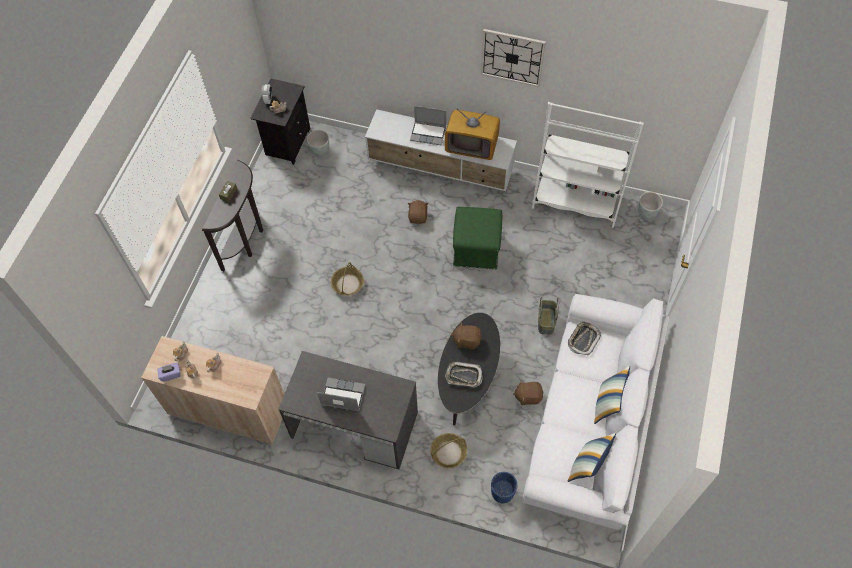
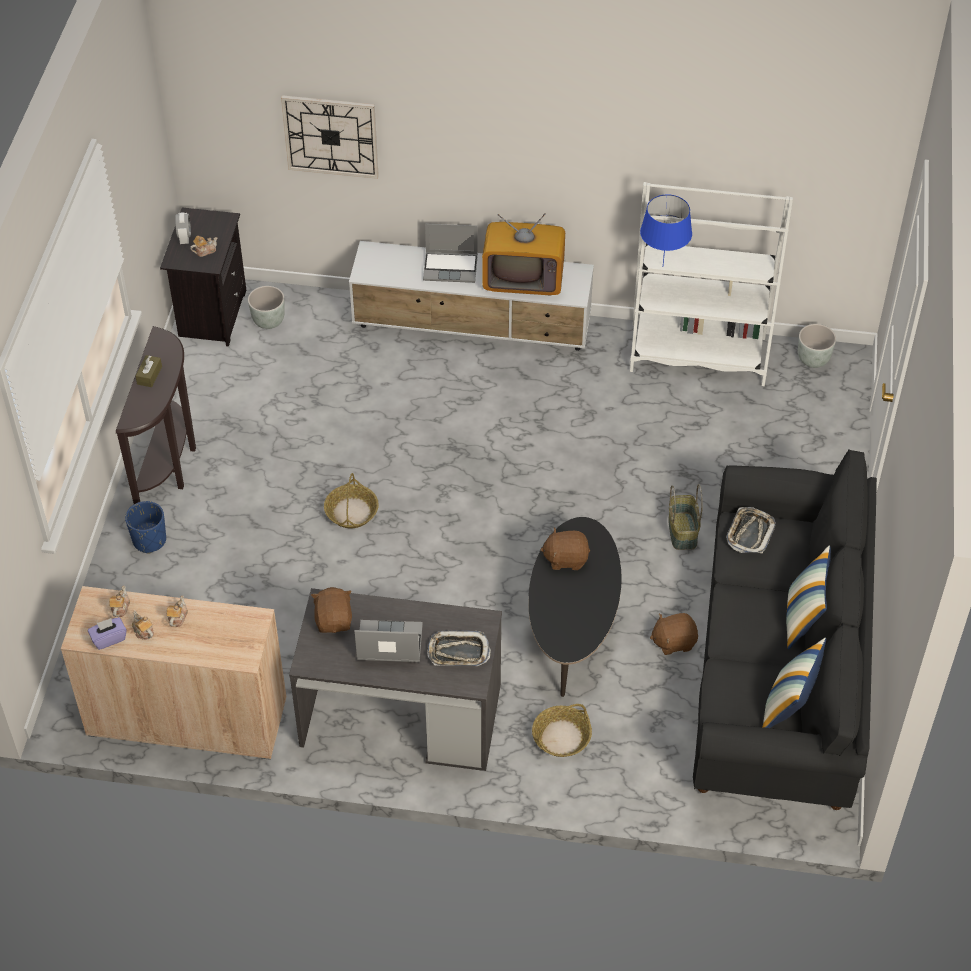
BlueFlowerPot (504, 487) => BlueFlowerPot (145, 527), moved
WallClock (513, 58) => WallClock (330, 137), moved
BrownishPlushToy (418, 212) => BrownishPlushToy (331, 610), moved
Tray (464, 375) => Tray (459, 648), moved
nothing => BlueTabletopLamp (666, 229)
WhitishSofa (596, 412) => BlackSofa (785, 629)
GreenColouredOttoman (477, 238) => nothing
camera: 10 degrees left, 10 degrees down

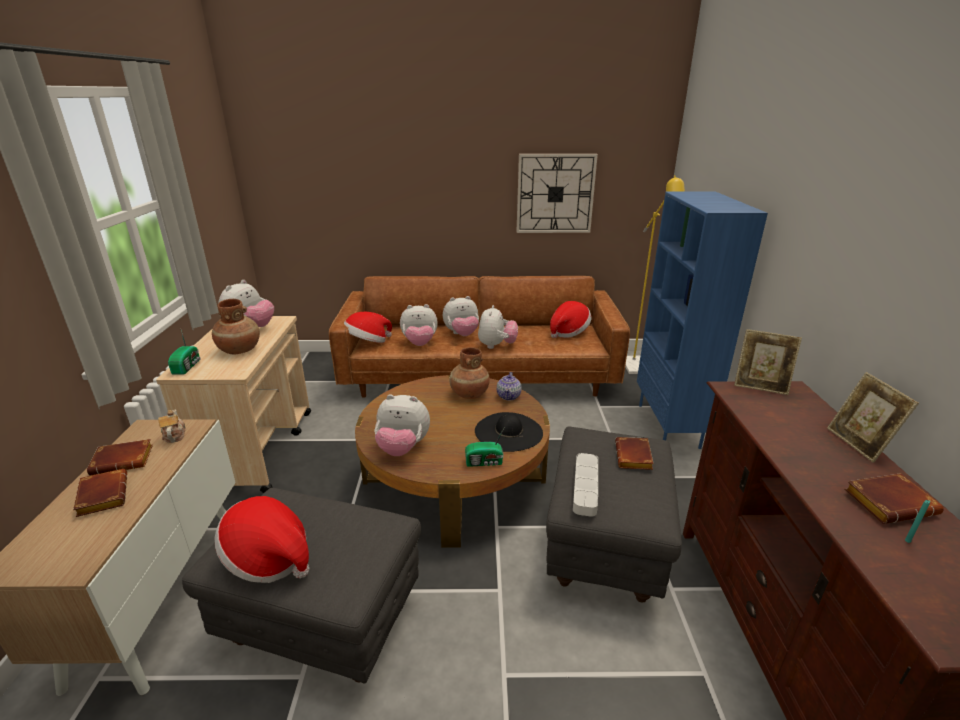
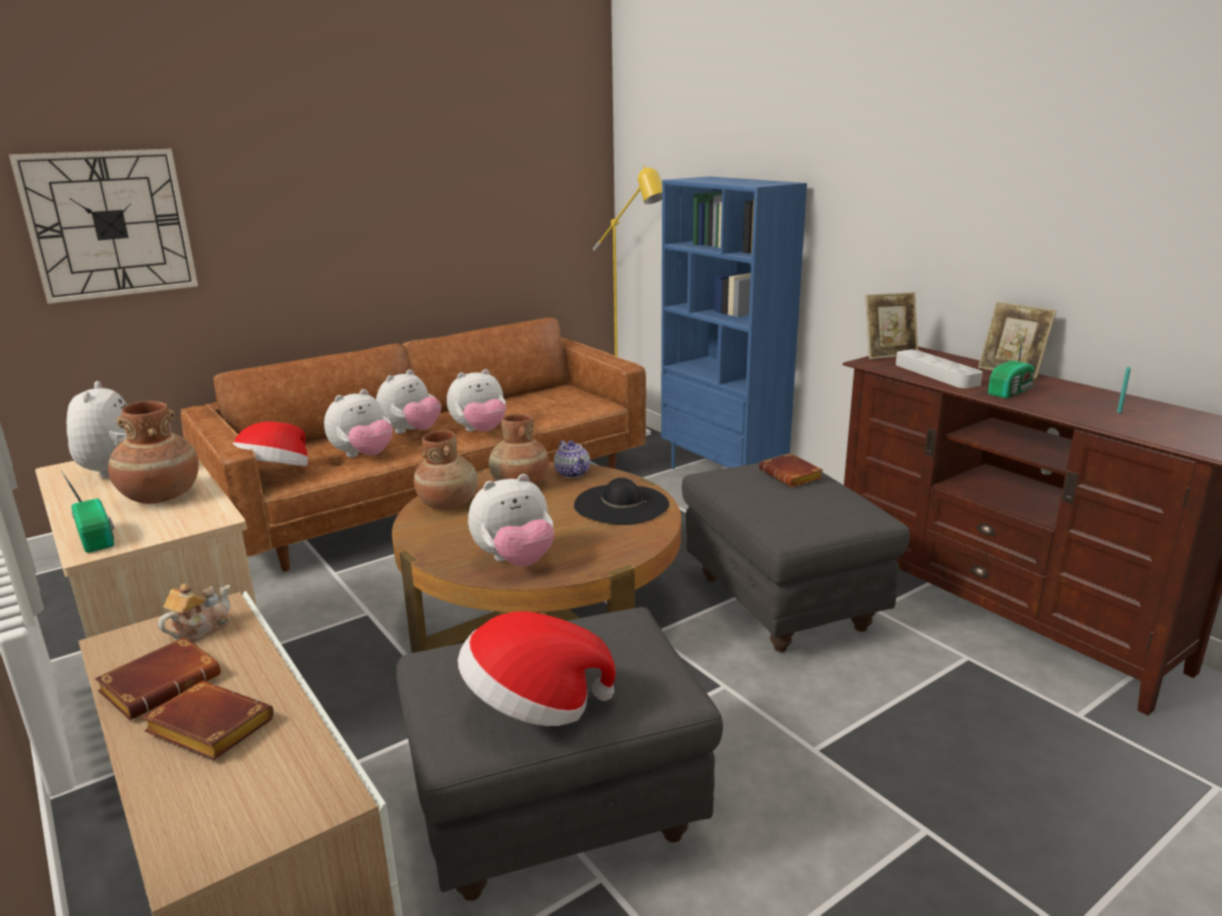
WallClock (557, 193) => WallClock (103, 226), moved
Teapot (172, 426) => Teapot (194, 613), 90 degrees clockwise
nothing => BrownishFlowerVase (445, 470)
PlushToy (498, 327) => PlushToy (476, 400), 90 degrees clockwise
GreyishTray (585, 485) => GreyishTray (939, 369), moved
RadioSet (484, 447) => RadioSet (1011, 366), moved
Hat (570, 319) => nothing
BrownishVolume (894, 498) => nothing
camera: 35 degrees left, 5 degrees down

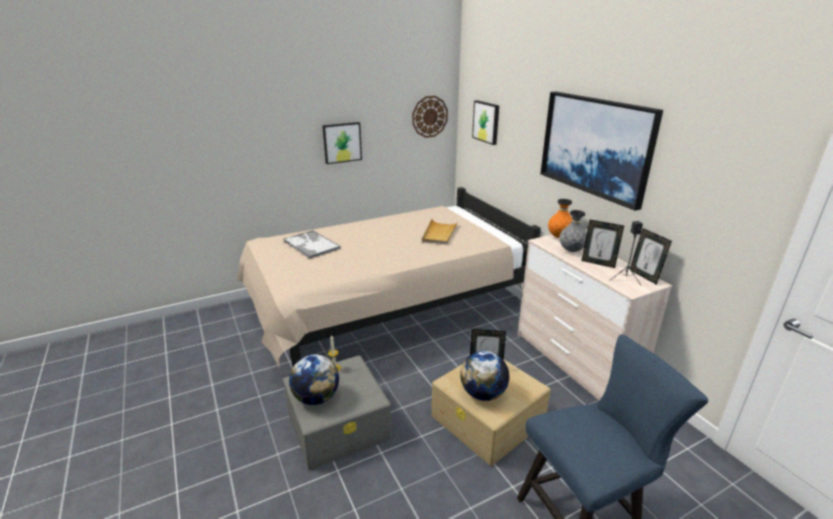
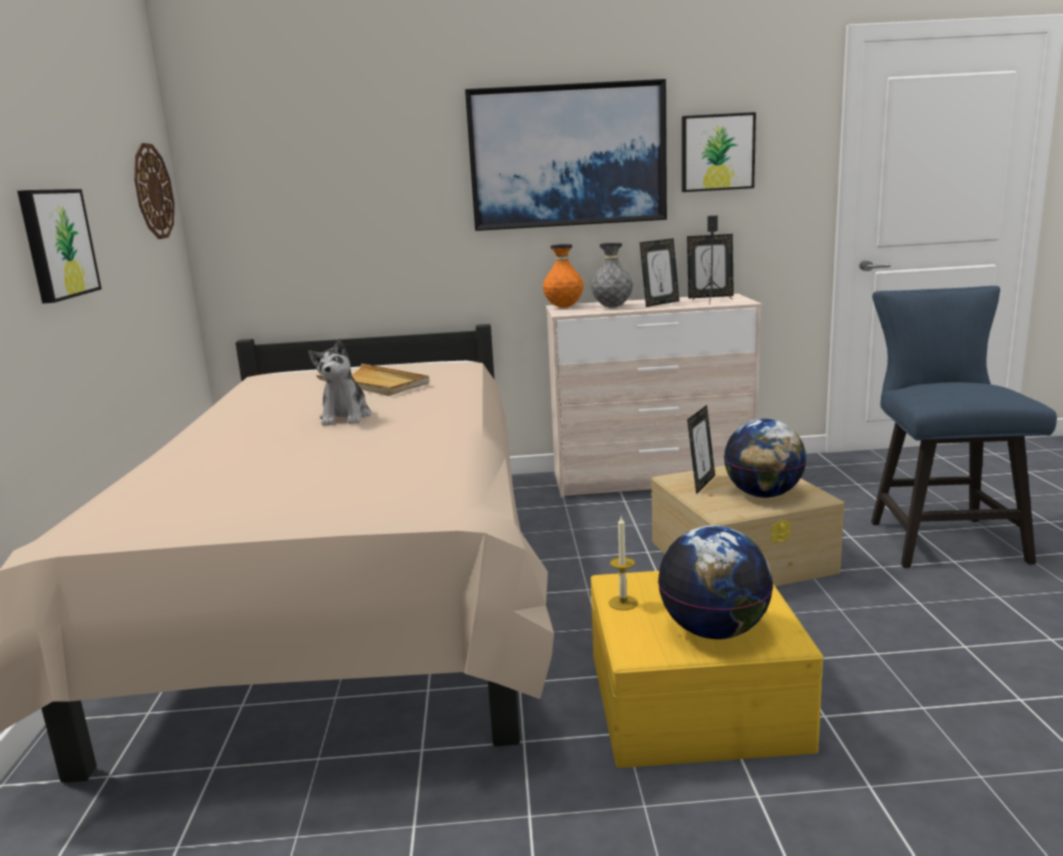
nothing => PlushToy (339, 382)
GreyishStorageBox (337, 412) => YellowColouredStorageBox (706, 669)
Picture (485, 122) => Picture (719, 152), moved
Tray (312, 244) => nothing
camera: 65 degrees left, 10 degrees down

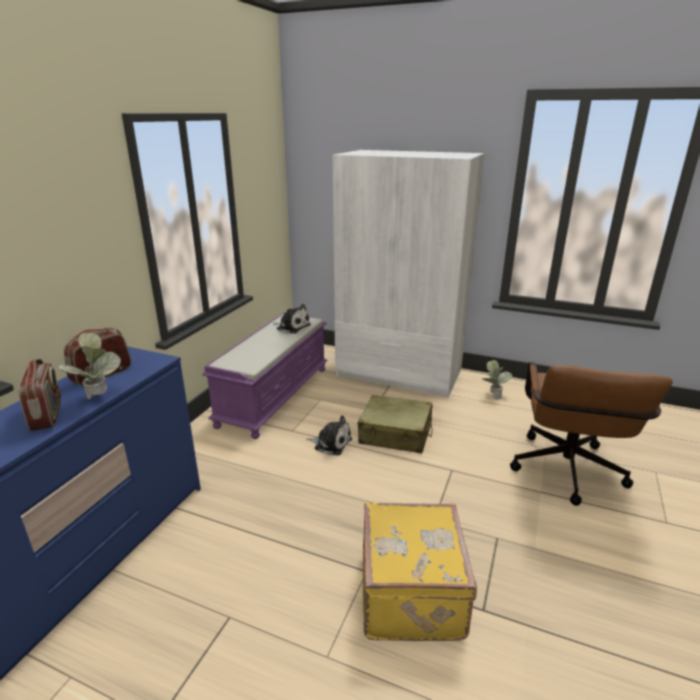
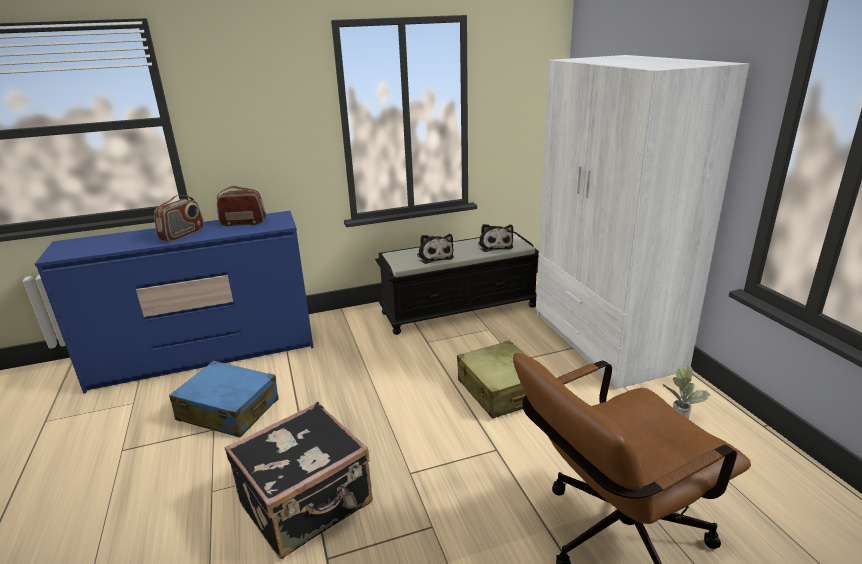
nothing => BluePieceOfLuggage (223, 399)
YellowColouredPieceOfLuggage (420, 571) => BlackPieceOfLuggage (298, 480)
PurplishIndoorBench (265, 375) => BlackIndoorBench (457, 283)
PlushToy (329, 435) => PlushToy (435, 249), moved
PlantInAPot (89, 366) => nothing
camera: 50 degrees right, 0 degrees up

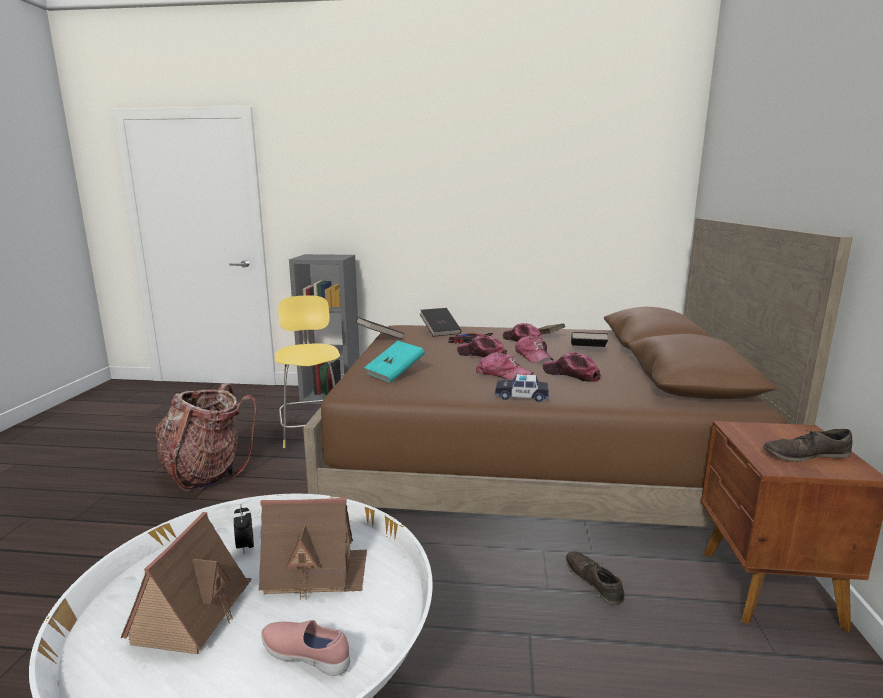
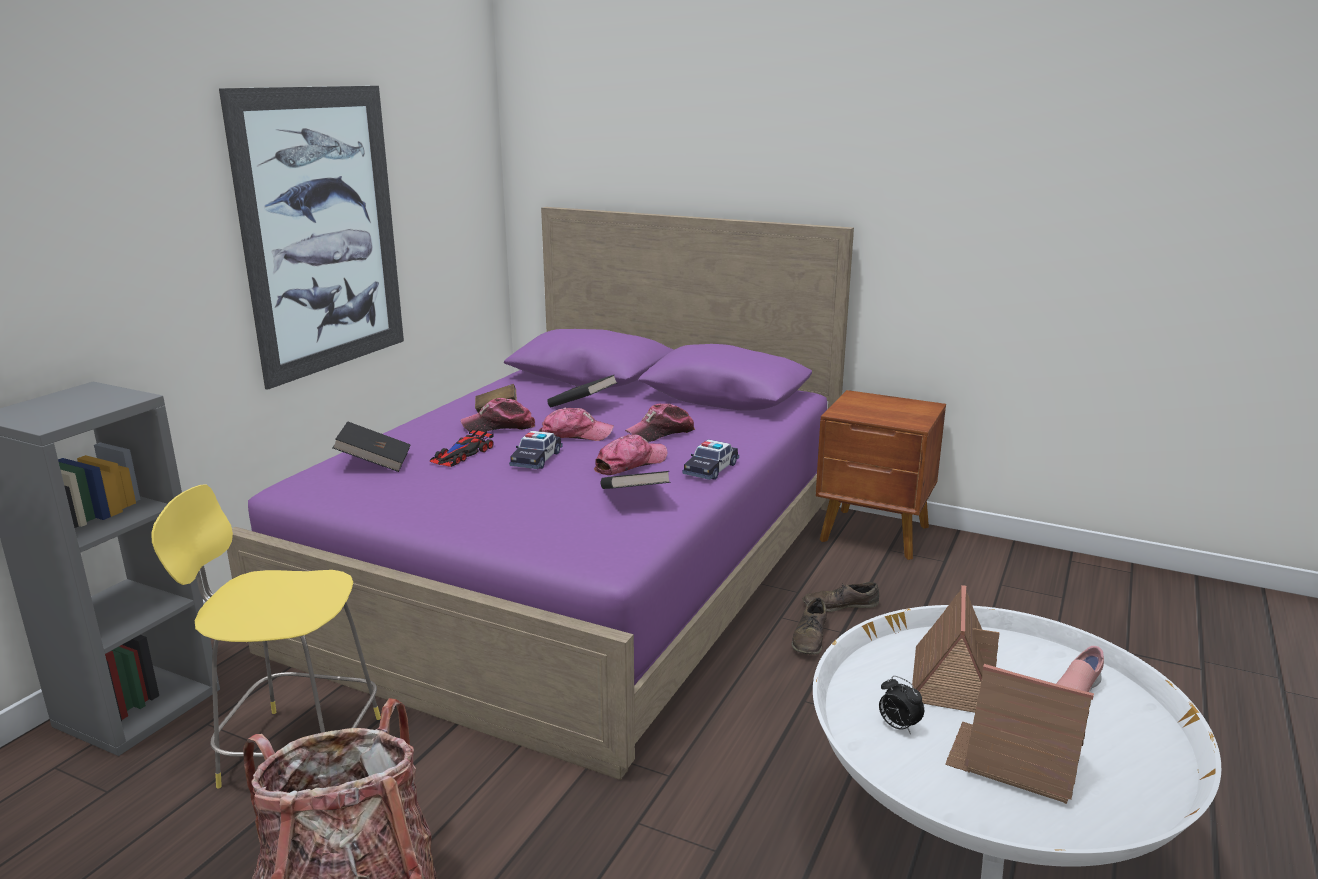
nothing => Picture (311, 238)
BrownishBed (578, 373) => PurplishBed (540, 493)
Cap (482, 346) => ToyCar (536, 450)
BlackVolume (380, 328) => BlackVolume (635, 480), moved
BrownishLowShoe (807, 445) => BrownishLowShoe (809, 626), moved
TableClock (244, 528) => TableClock (901, 705), 45 degrees clockwise
BlueGreenVolume (394, 362) => nothing
camera: 70 degrees left, 5 degrees up

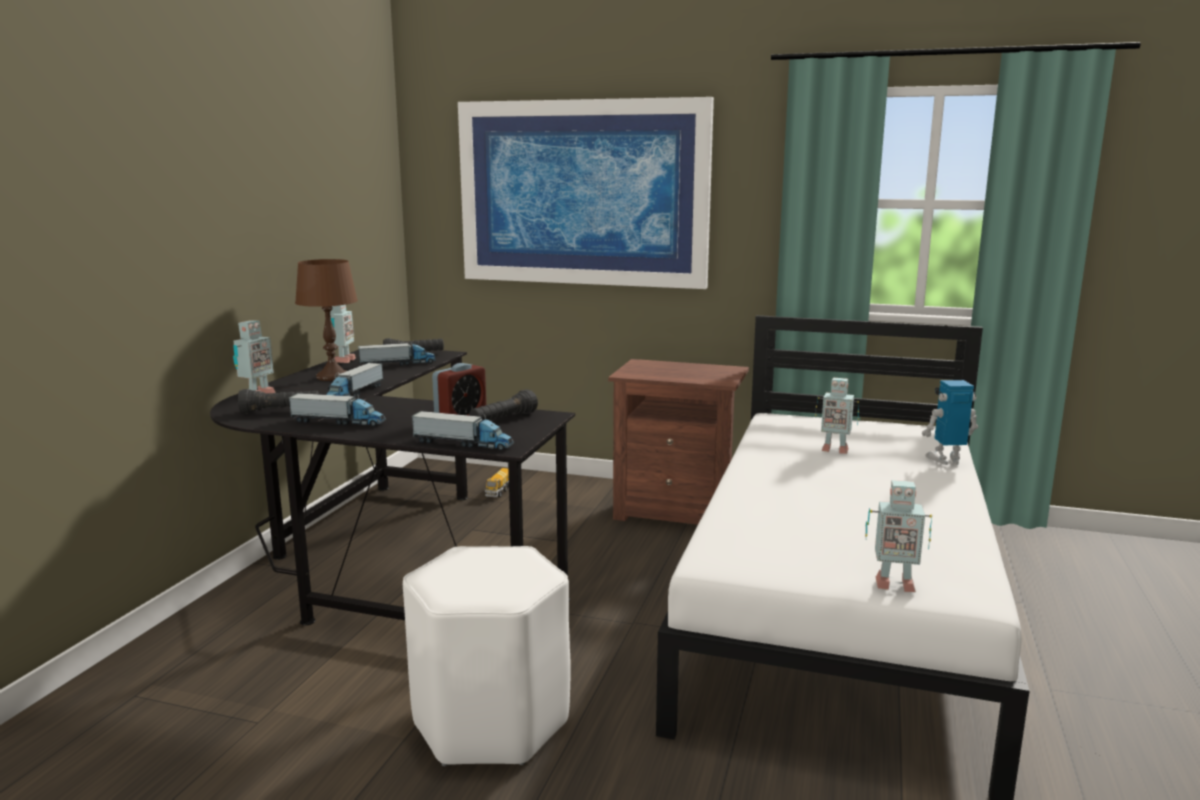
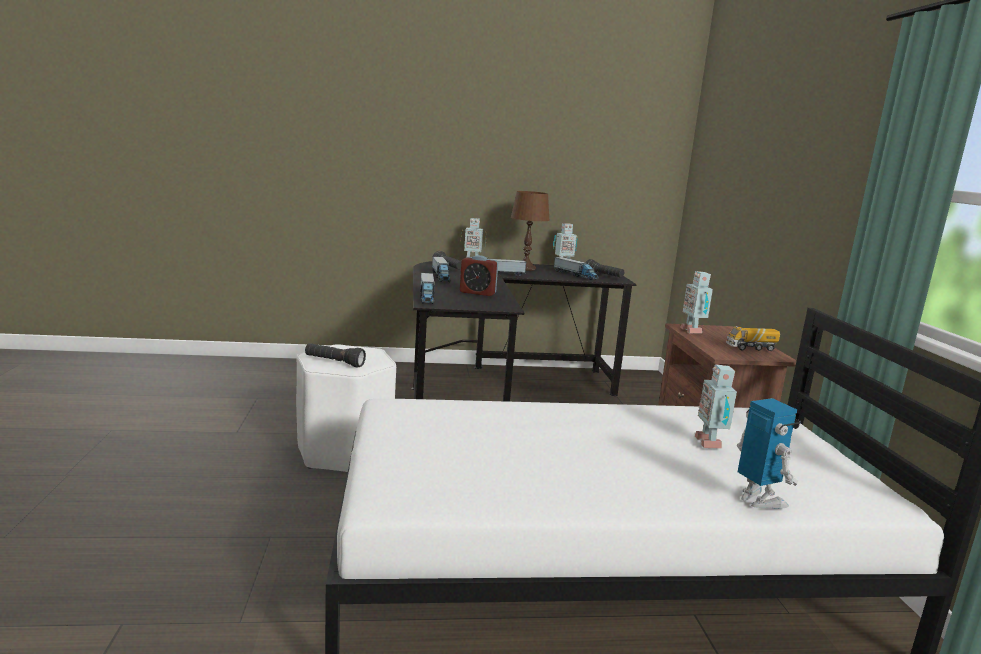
BlackHandTorch (503, 405) => BlackHandTorch (335, 355), moved
RobotFigure (898, 536) => RobotFigure (696, 302), moved
ToyLorry (497, 482) => ToyLorry (753, 338), moved
Picture (586, 193) => nothing
camera: 65 degrees right, 0 degrees up

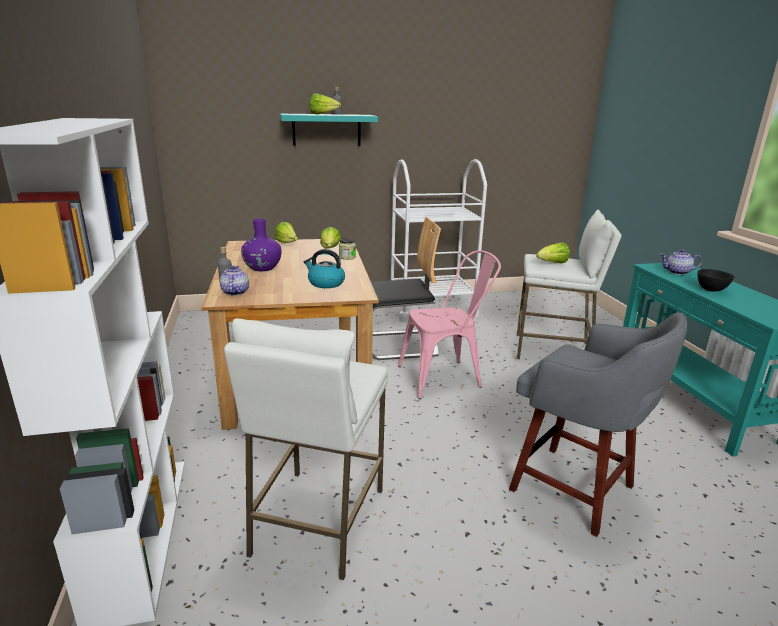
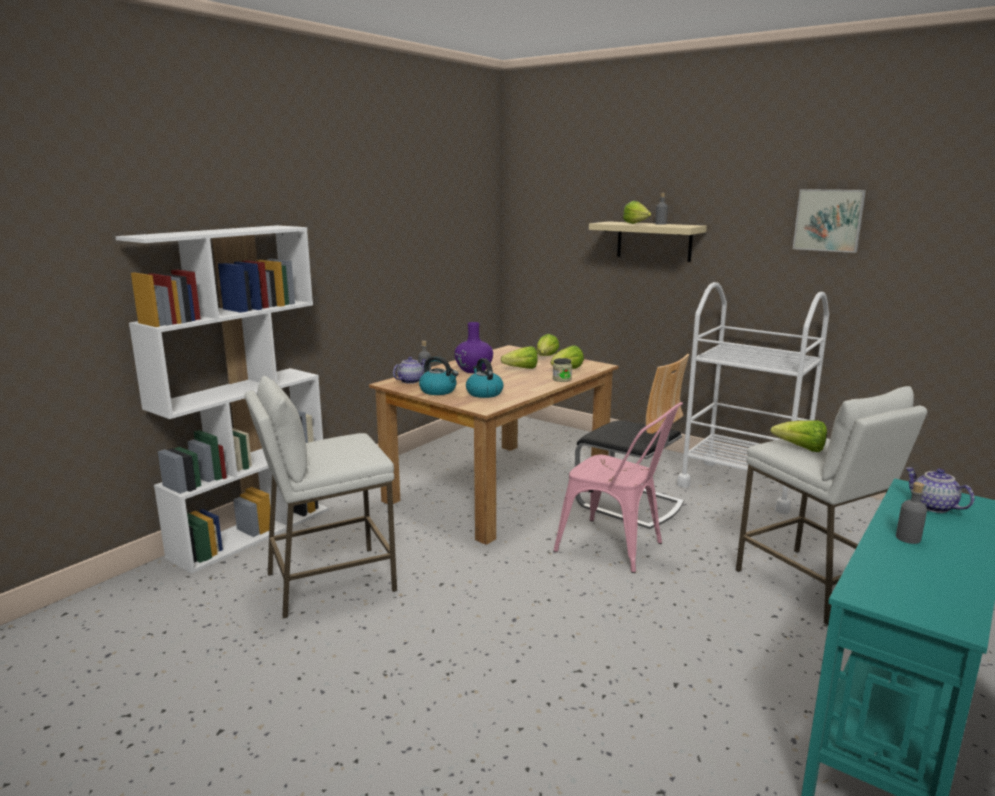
nothing => WaterKettle (439, 375)
nothing => LettuceHead (519, 357)
BlueGreenWallShelf (329, 130) => BeigeColouredWallShelf (648, 241)
nothing => Picture (829, 221)
BlackDeepDish (715, 280) => GreyishDrinkBottle (911, 513)
GreyishSittingStool (598, 424) => nothing
camera: 50 degrees right, 5 degrees down

